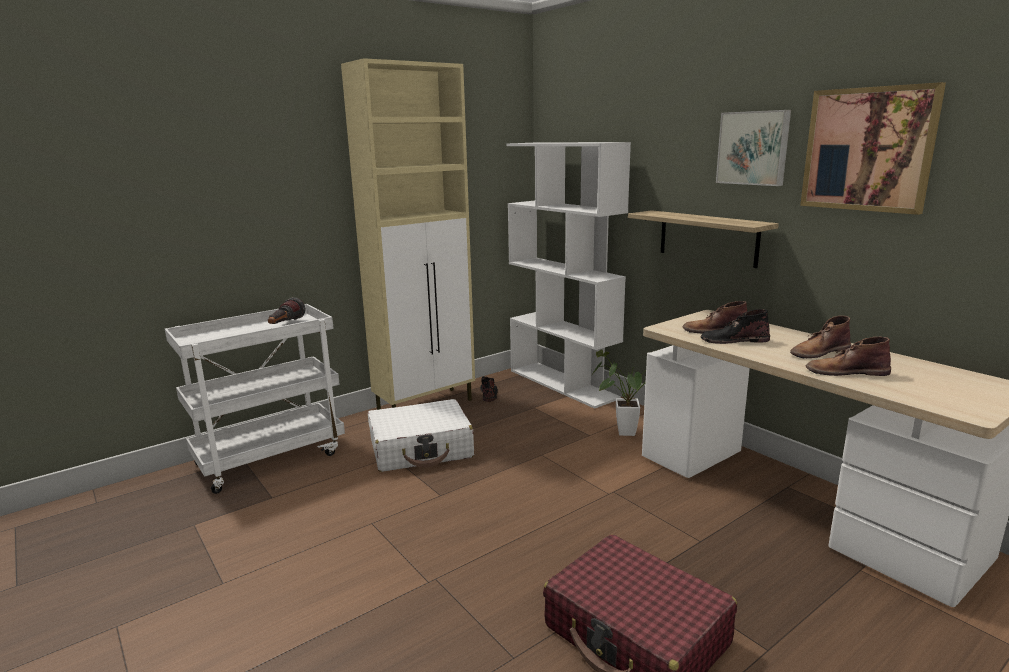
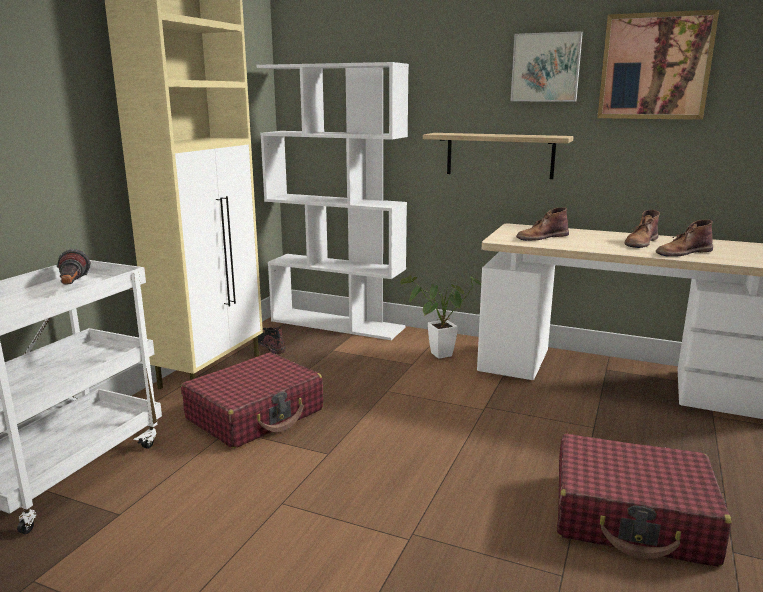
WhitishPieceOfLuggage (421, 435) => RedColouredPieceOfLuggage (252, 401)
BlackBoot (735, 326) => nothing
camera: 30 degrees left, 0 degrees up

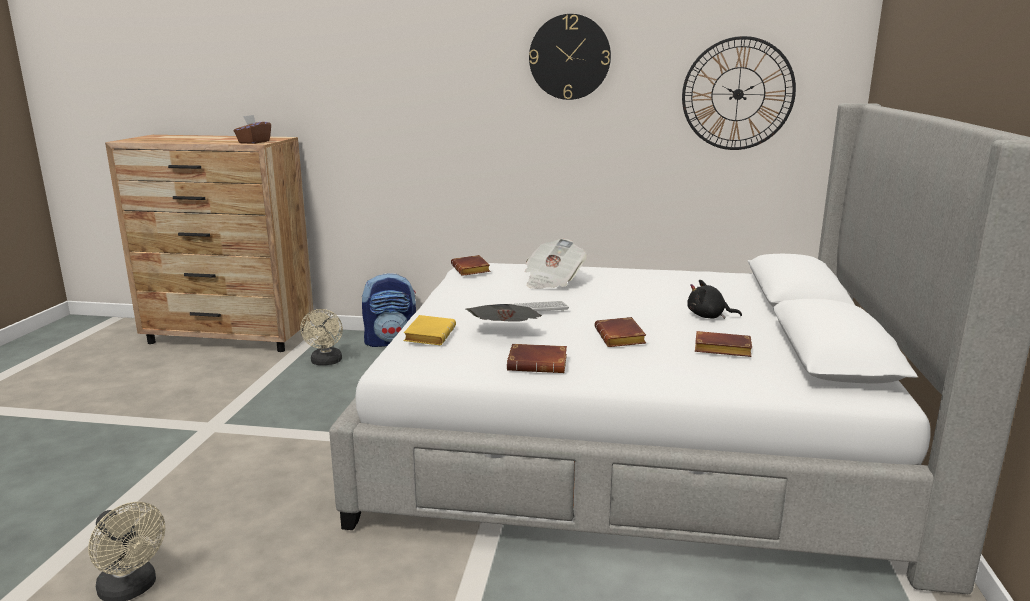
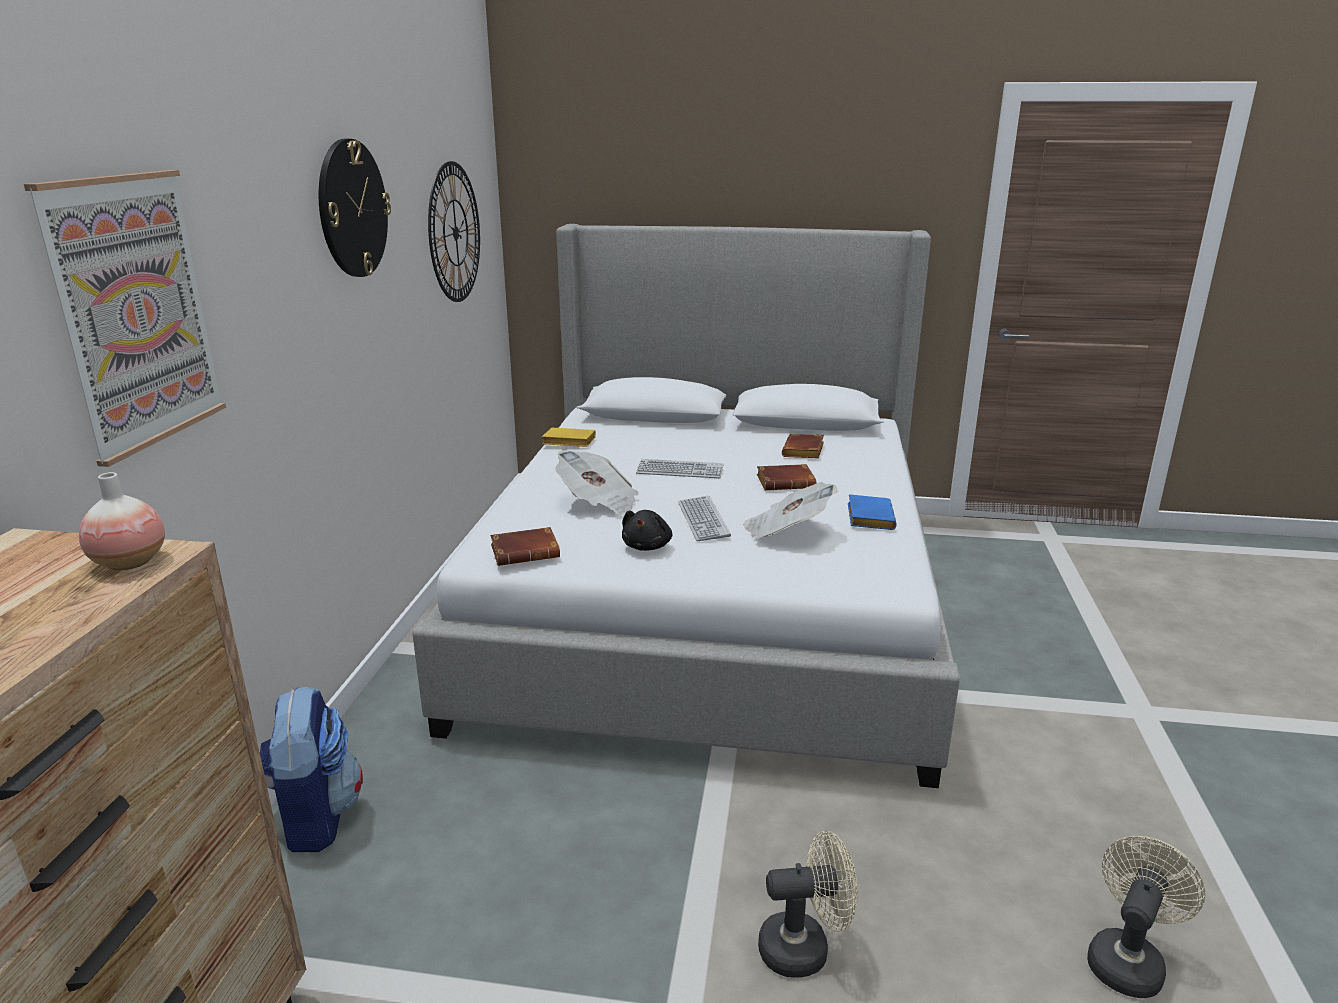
nothing => Picture (125, 318)
BrownishTissueBox (252, 129) => FlowerVase (122, 521)
YellowColouredVolume (430, 330) => YellowColouredVolume (569, 437), moved
BlackPlushToy (714, 299) => BlackPlushToy (647, 530), moved
nothing => Keyboard (680, 468)
BeigeColouredCoolingFan (321, 337) => BeigeColouredCoolingFan (808, 904), moved
BrownishVolume (537, 358) => BlueVolume (872, 512)
camera: 90 degrees left, 5 degrees up

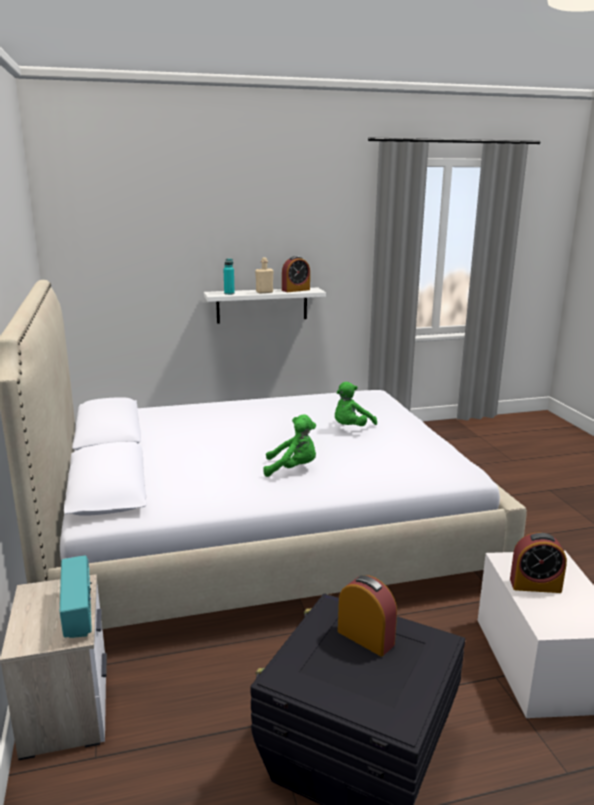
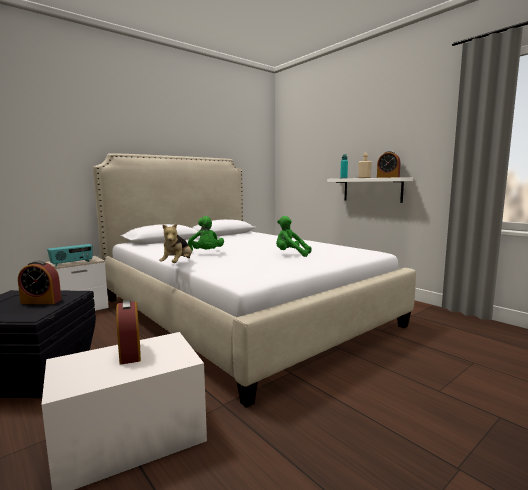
TableClock (367, 616) => TableClock (40, 282), 75 degrees clockwise
nothing => PlushToy (175, 243)
camera: 65 degrees right, 10 degrees down

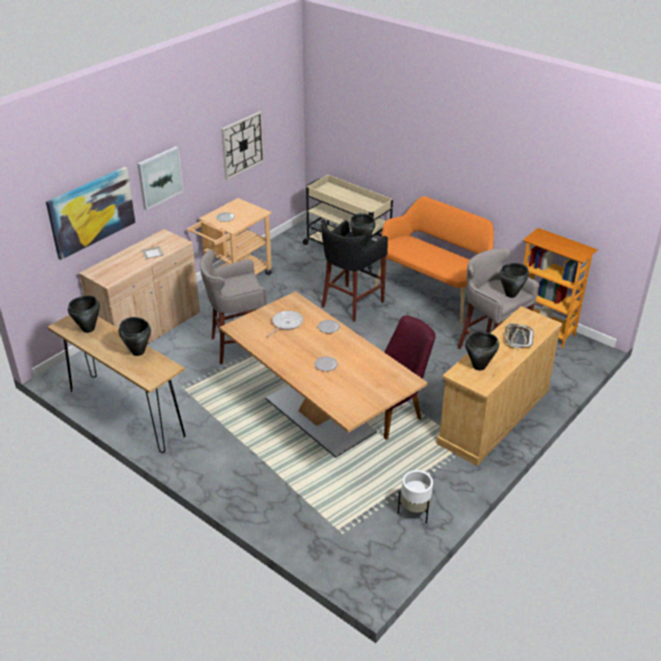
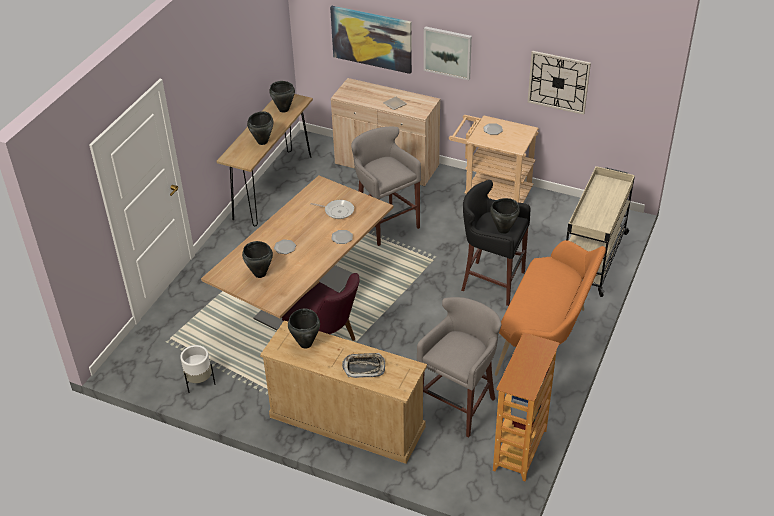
BlackSaucepot (514, 280) => BlackSaucepot (257, 259), moved
camera: 75 degrees right, 5 degrees up

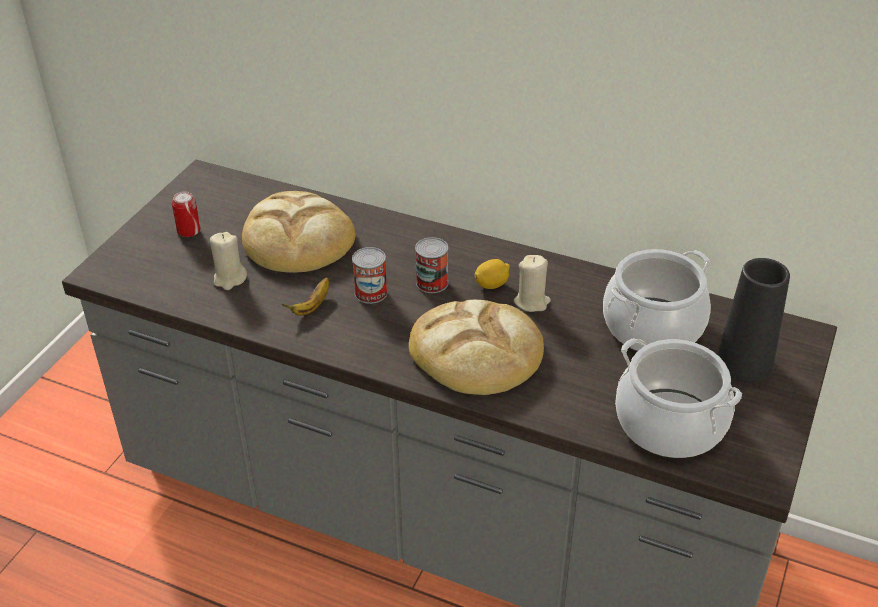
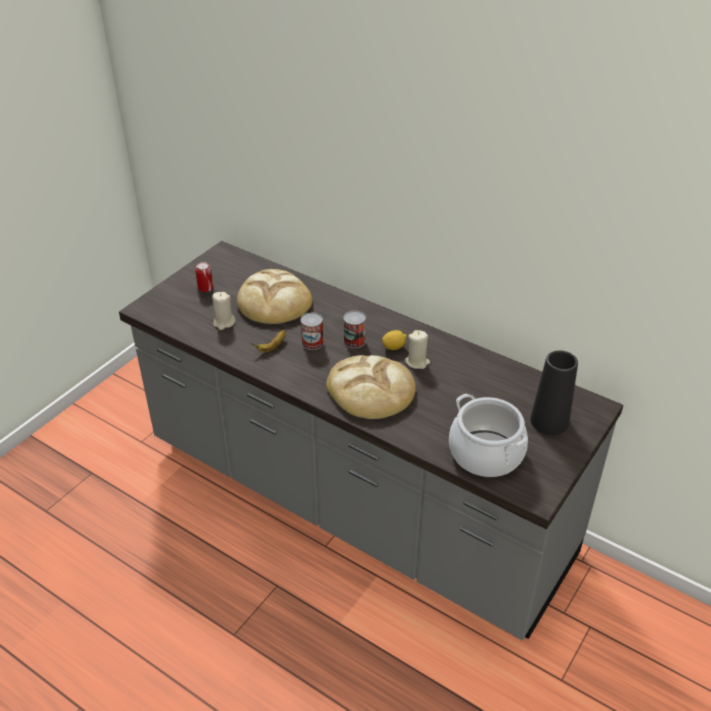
Saucepot (657, 300) => nothing
camera: 10 degrees right, 0 degrees up

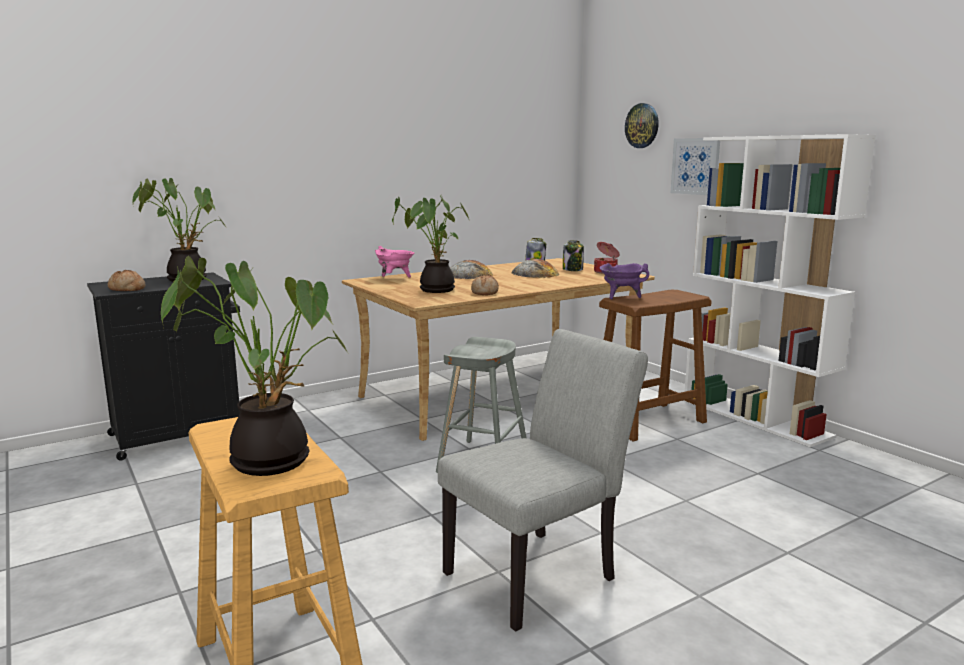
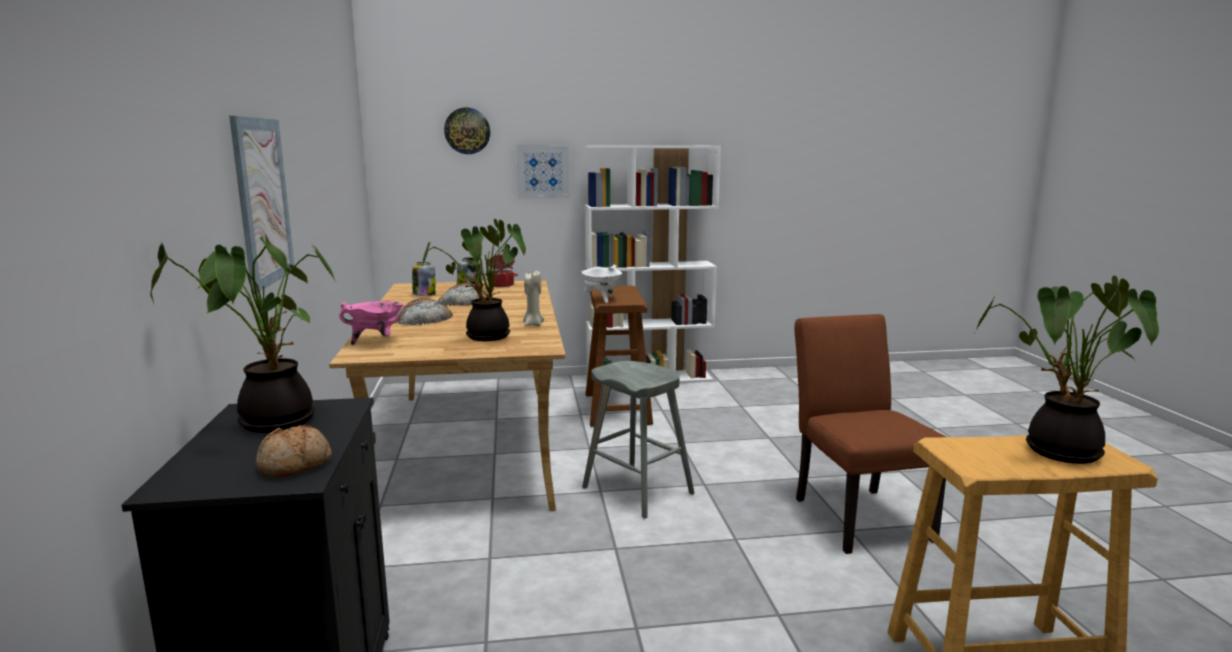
nothing => Picture (261, 204)
BakeryBread (485, 285) => BeigeColouredCandle (533, 298)
PurplishSaucepot (624, 281) => WhitishSaucepot (601, 284)
GreyishChair (543, 480) => BrownishChair (870, 434)
camera: 65 degrees left, 0 degrees up

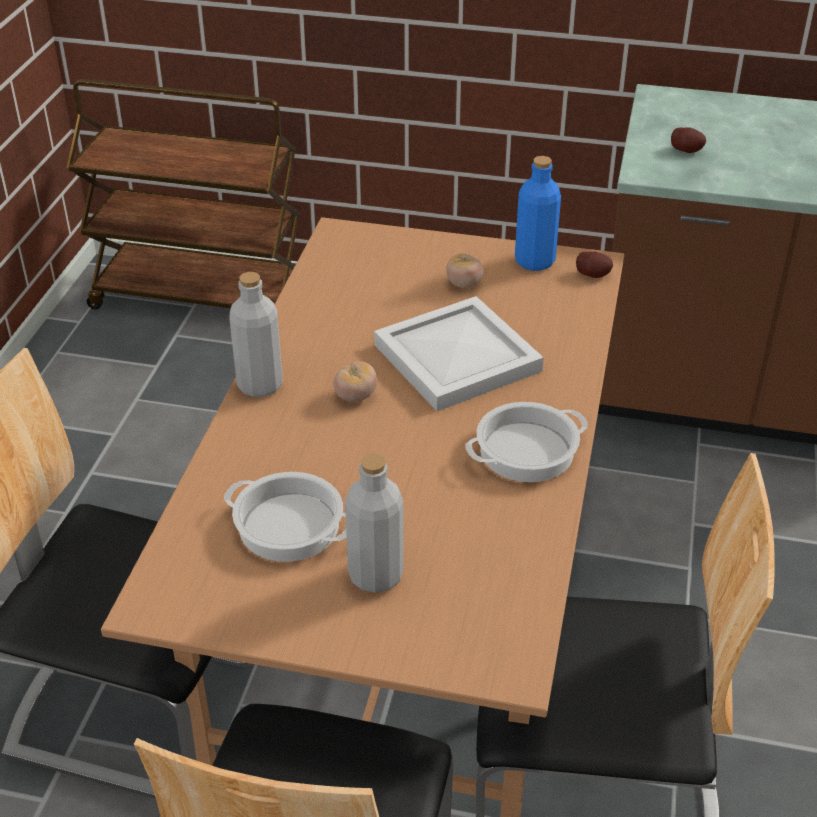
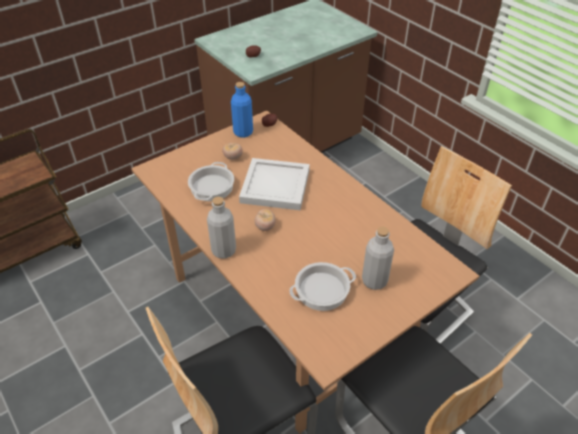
Saucepot (526, 442) => Saucepot (211, 181), moved
camera: 50 degrees left, 5 degrees up

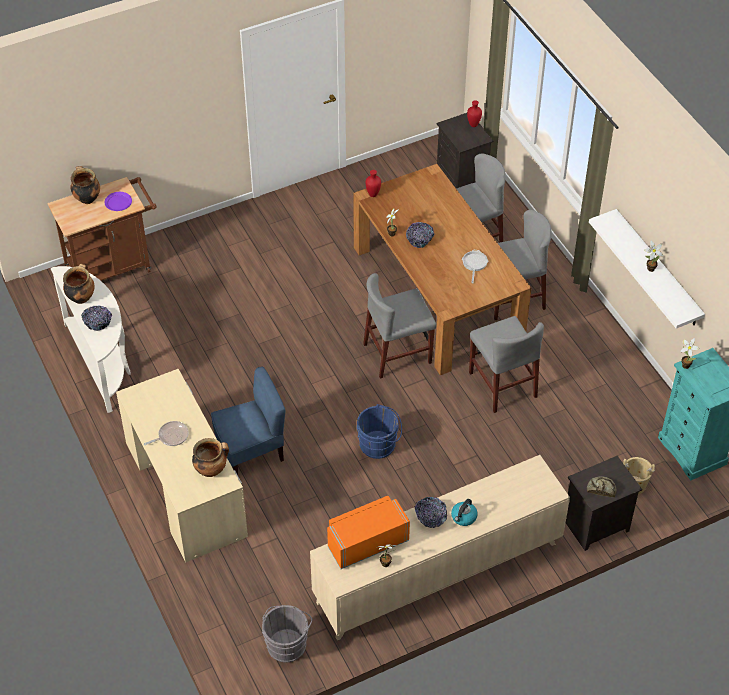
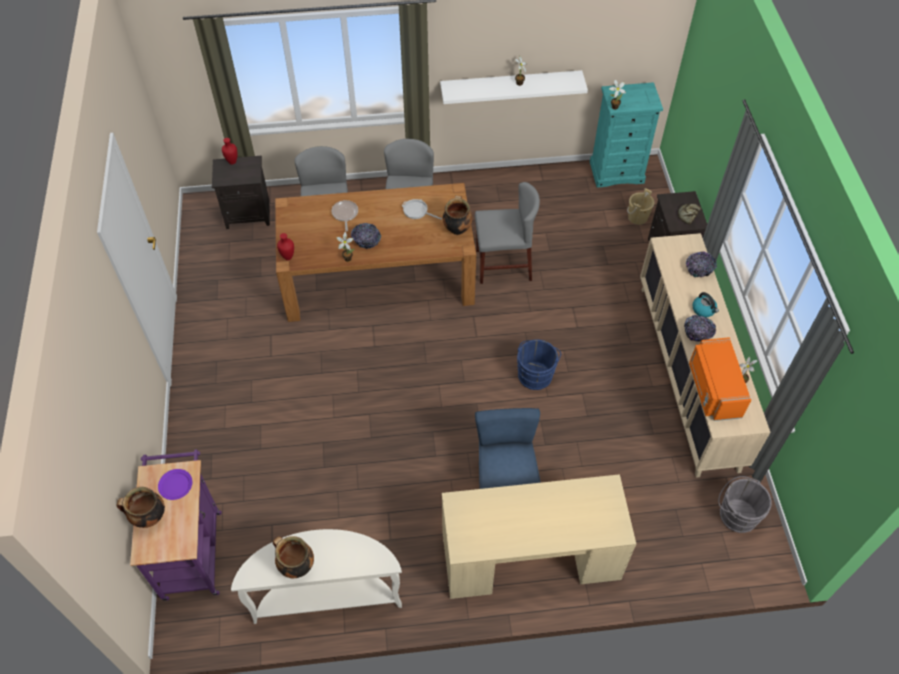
BrownishCart (102, 229) => PurplishCart (176, 525)
FryingPan (166, 433) => FryingPan (344, 215), moved
Saucepot (210, 457) => Saucepot (457, 215), moved
DeepDish (96, 318) => DeepDish (701, 264), moved
GreyishChair (400, 326) => nothing
camera: 70 degrees left, 5 degrees up

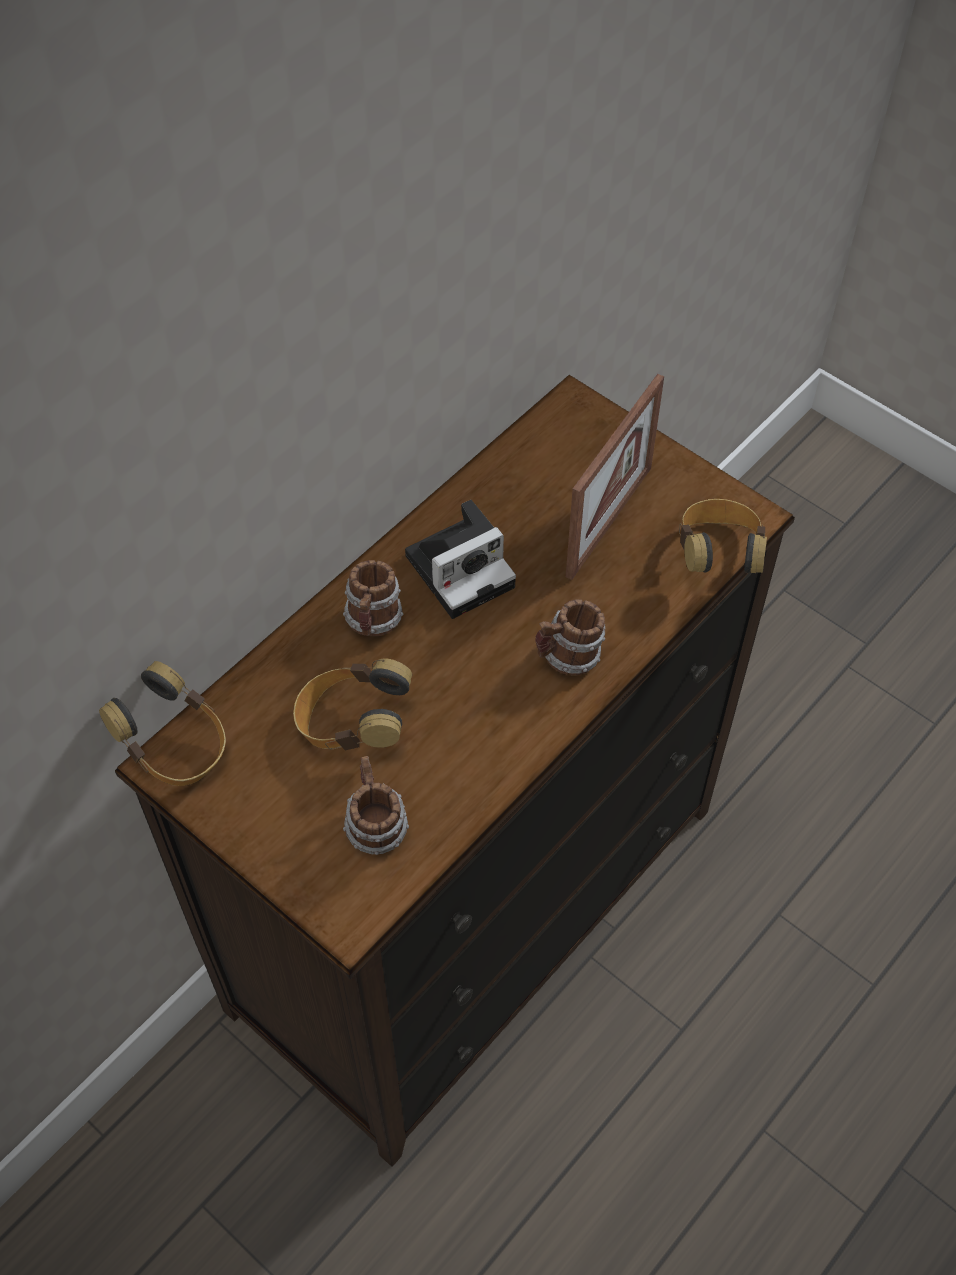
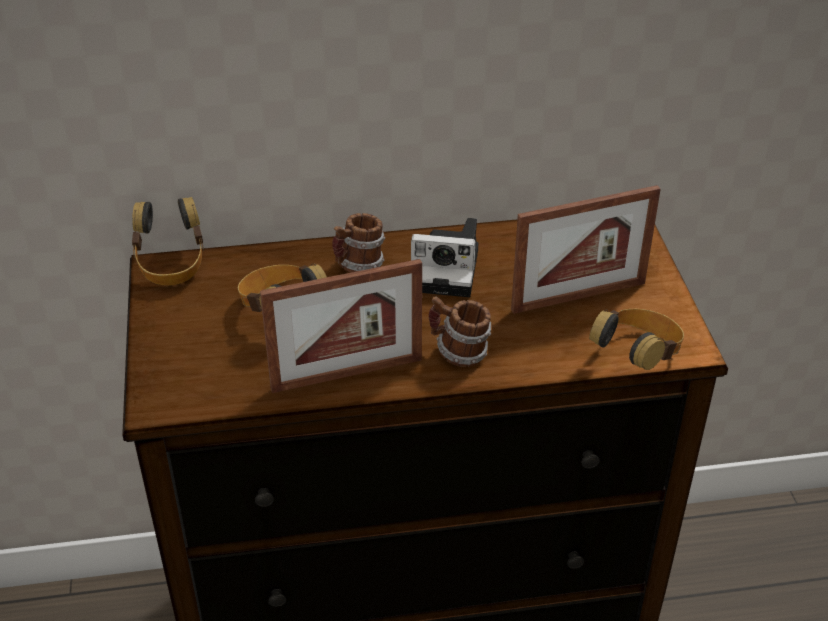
nothing => PhotoFrame (341, 326)
TeaMug (376, 805) => nothing
camera: 40 degrees right, 15 degrees down

